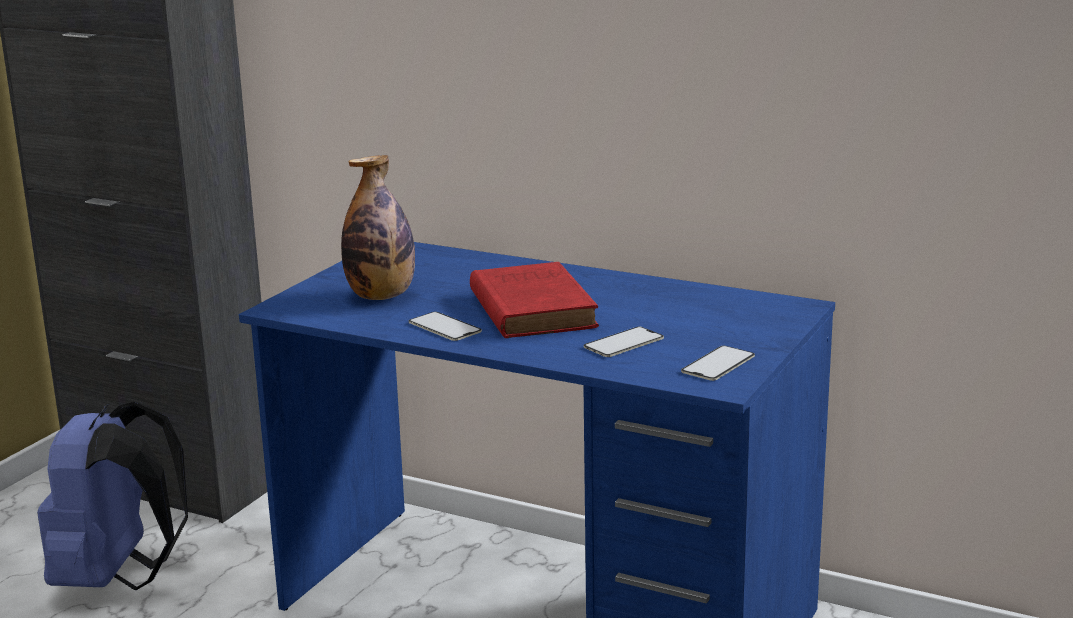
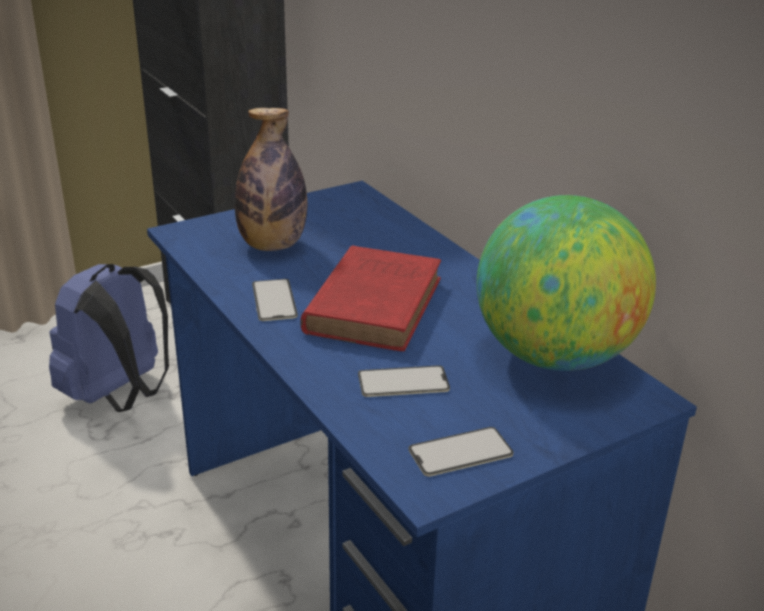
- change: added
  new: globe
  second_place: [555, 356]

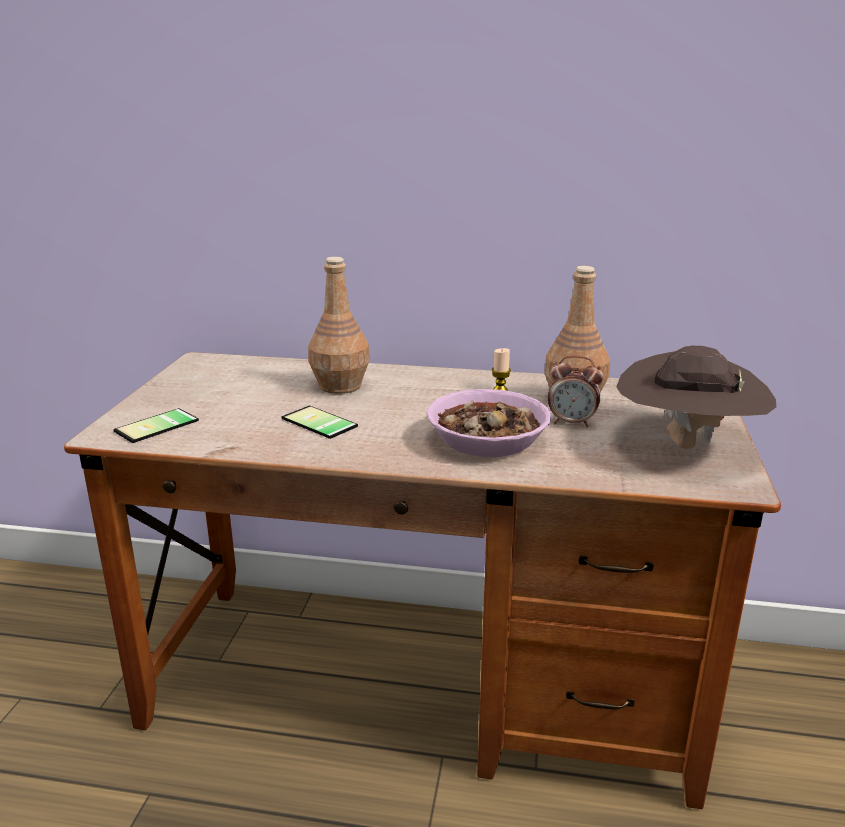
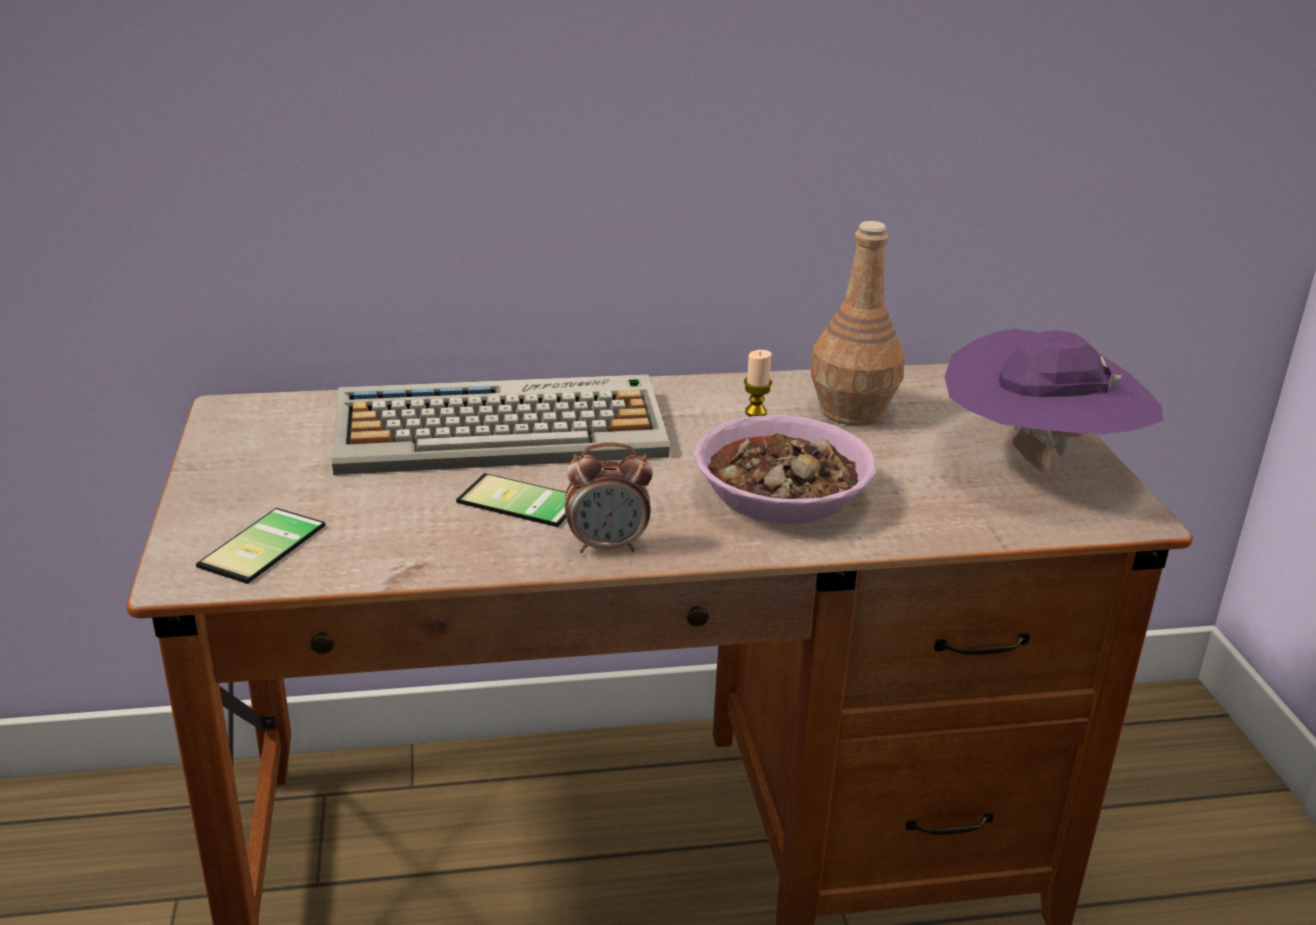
- change: replaced
  old: brown bottle
  new: keyboard
  first_place: [341, 386]
  second_place: [503, 430]
- change: moved
  old: alarm clock
  first_place: [572, 422]
  second_place: [607, 546]
- change: recoloured
  old: brown hat
  new: purple hat
  first_place: [686, 446]
  second_place: [1036, 466]

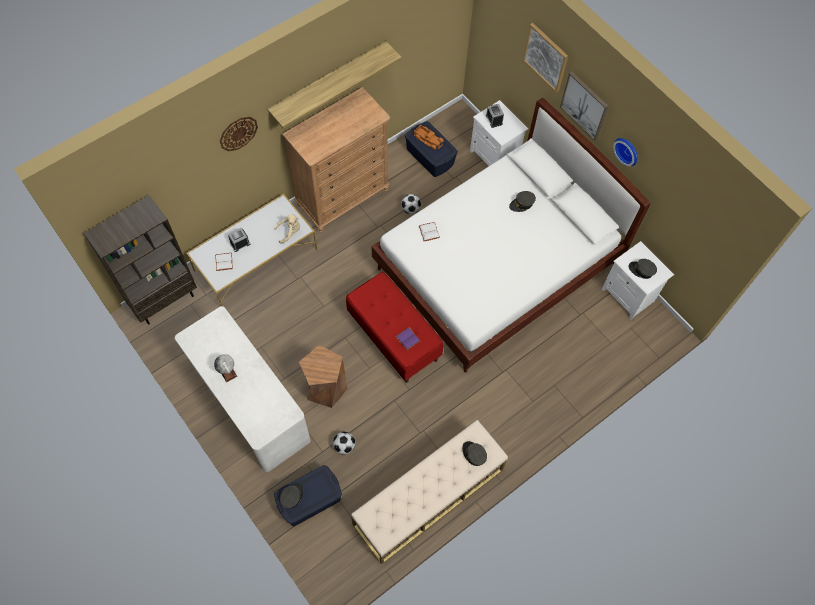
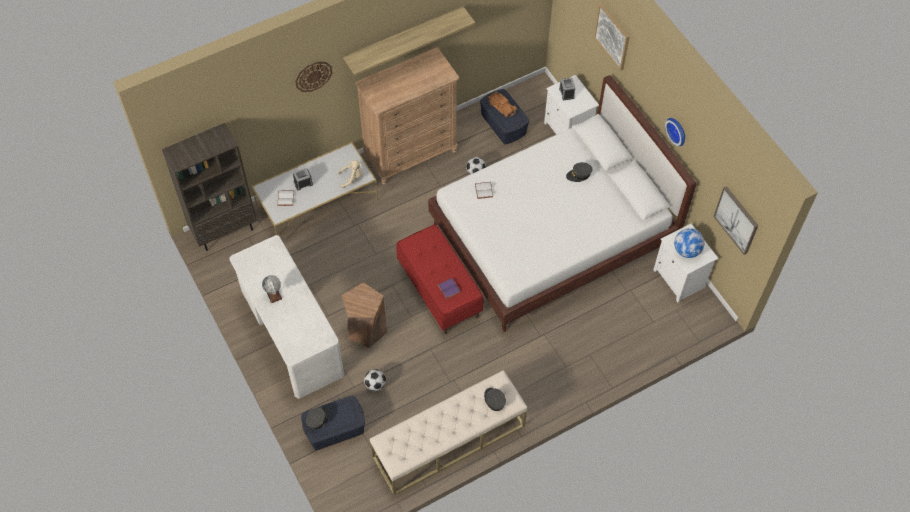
- change: replaced
  old: grey cap
  new: globe
  first_place: [641, 270]
  second_place: [686, 250]
- change: moved
  old: picture
  first_place: [584, 105]
  second_place: [736, 220]

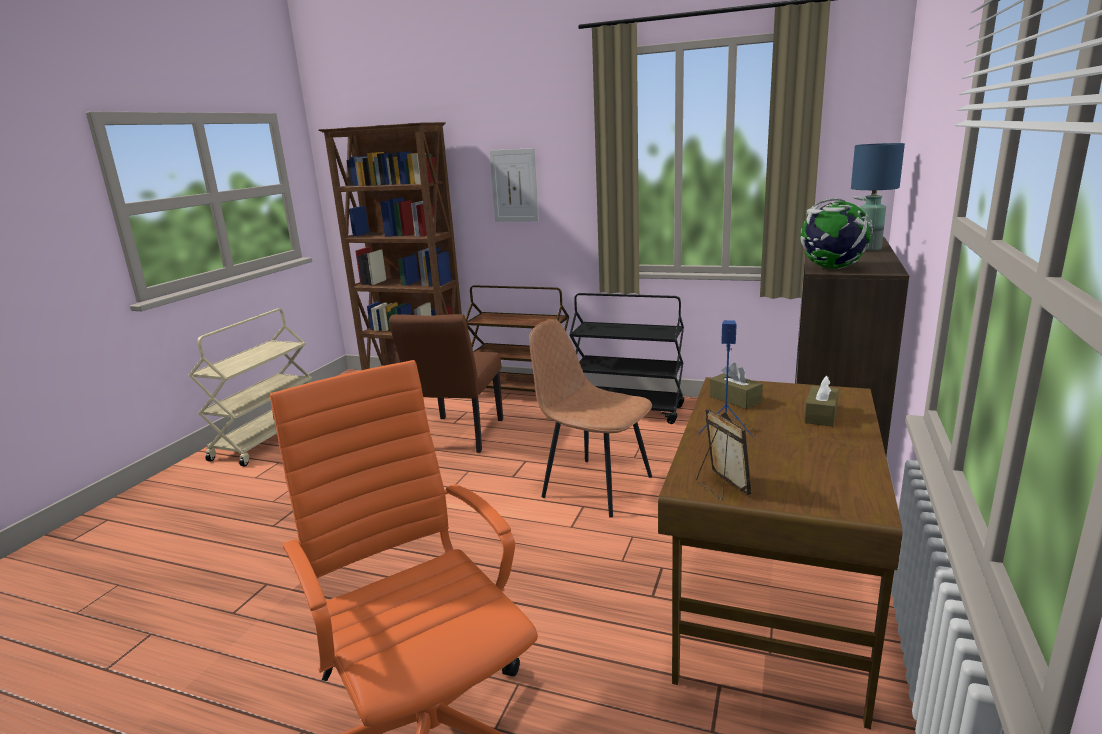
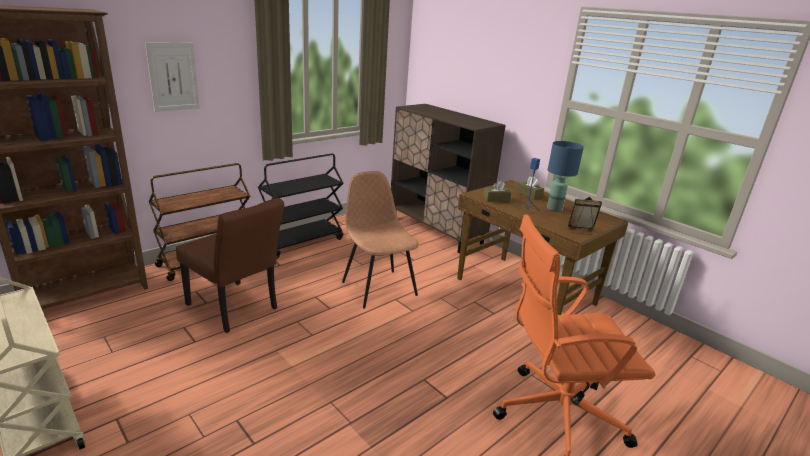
- change: turned
  old: brown chair
  first_place: [595, 486]
  second_place: [378, 287]
  degrees: 90
- change: moved
  old: blue table lamp
  first_place: [869, 249]
  second_place: [555, 209]
- change: removed
  old: globe
  first_place: [832, 268]

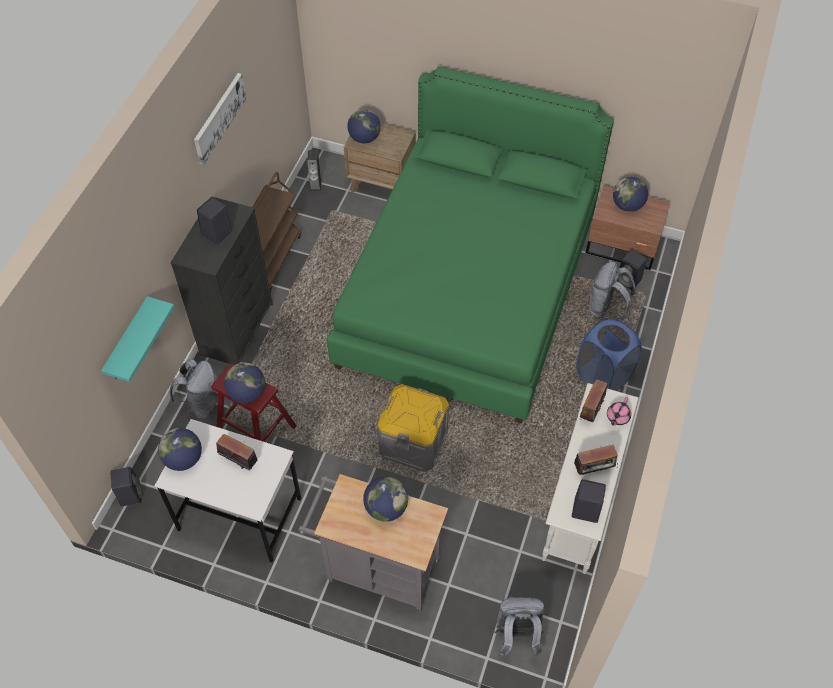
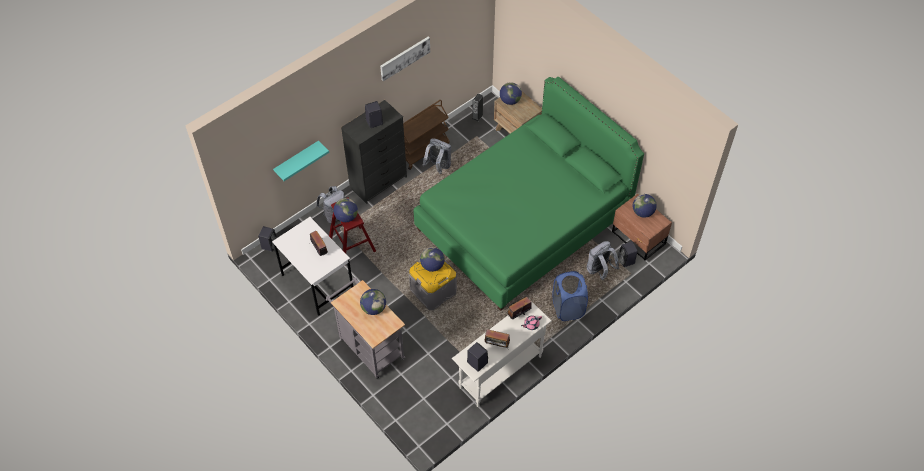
- change: moved
  old: globe
  first_place: [183, 459]
  second_place: [432, 266]
- change: moved
  old: grey backpack
  first_place: [516, 636]
  second_place: [438, 166]

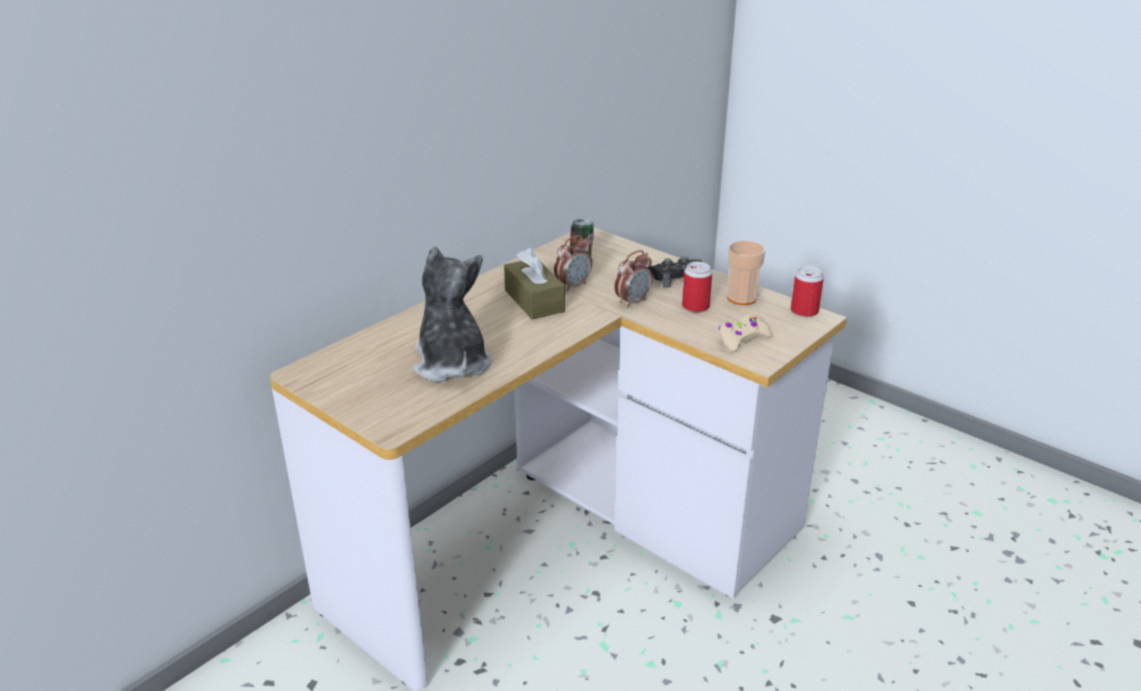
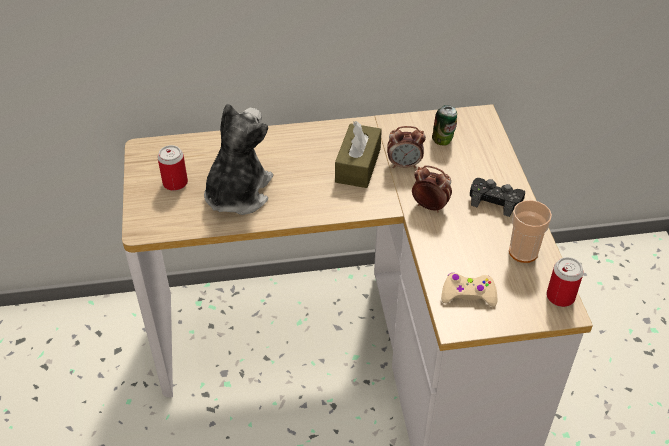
- change: moved
  old: can
  first_place: [695, 307]
  second_place: [175, 183]
- change: turned
  old: alarm clock
  first_place: [633, 302]
  second_place: [429, 206]
  degrees: -150

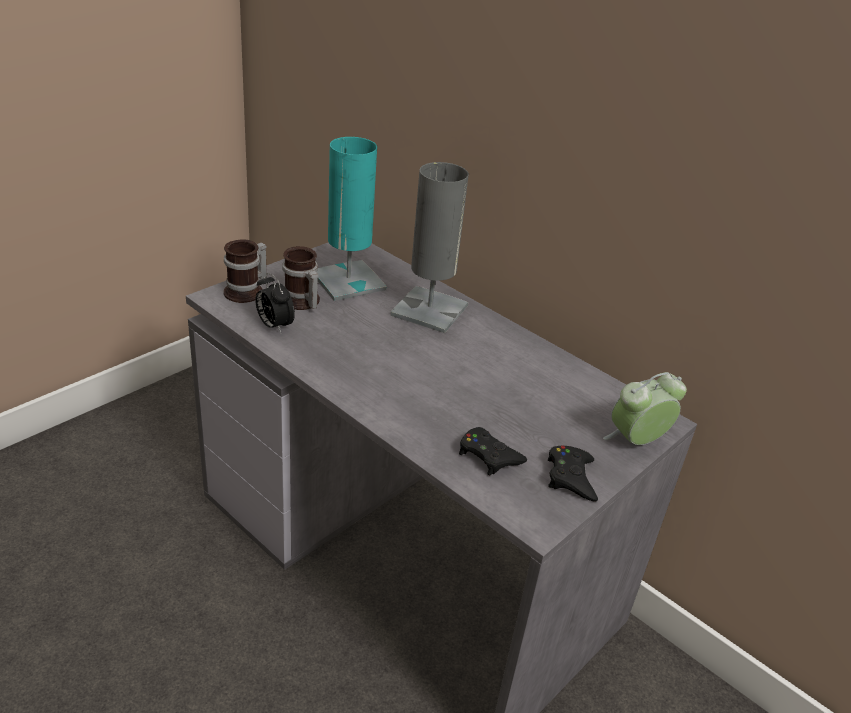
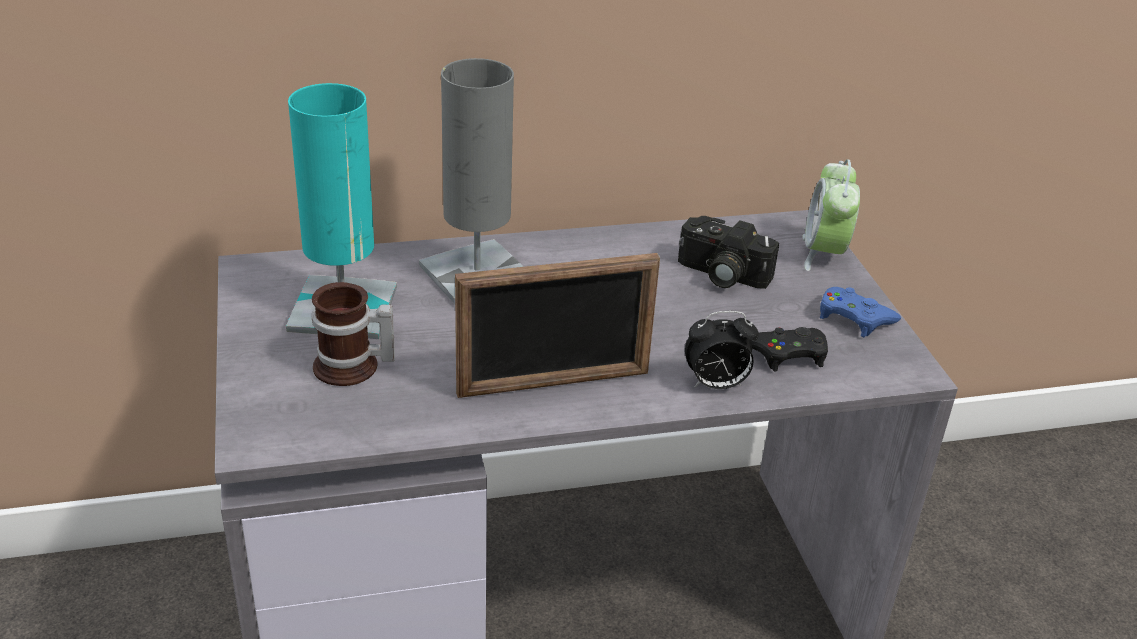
- change: added
  new: picture frame
  second_place: [554, 384]
- change: added
  new: photo camera
  second_place: [720, 275]
- change: moved
  old: alarm clock
  first_place: [274, 326]
  second_place: [715, 385]
- change: recoloured
  old: black game controller
  new: blue game controller
  first_place: [571, 477]
  second_place: [854, 318]
- change: removed
  old: mug
  first_place: [247, 291]

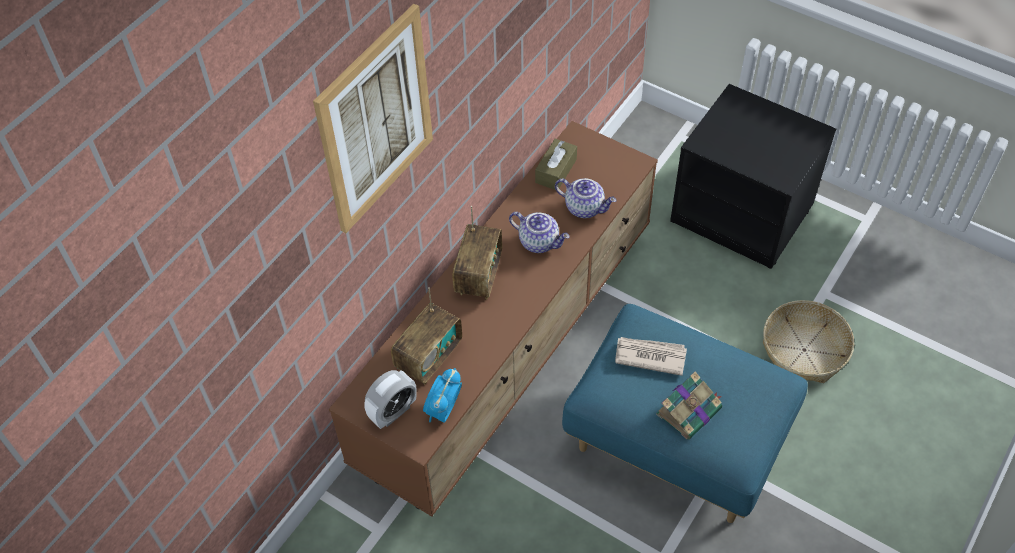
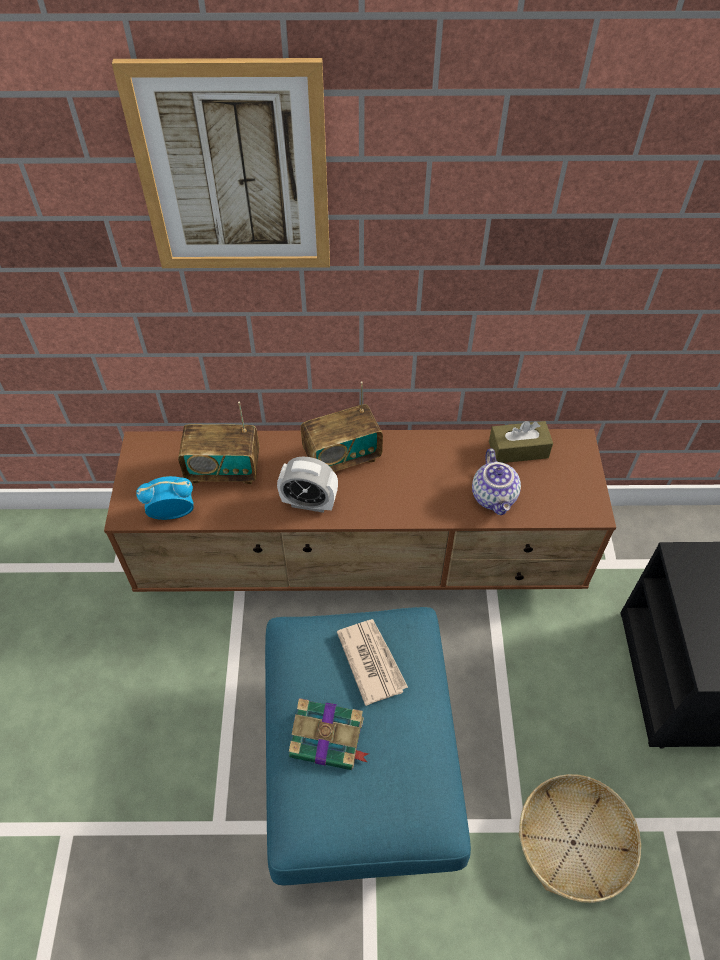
- change: moved
  old: alarm clock
  first_place: [393, 412]
  second_place: [309, 503]
- change: removed
  old: teapot
  first_place: [539, 241]

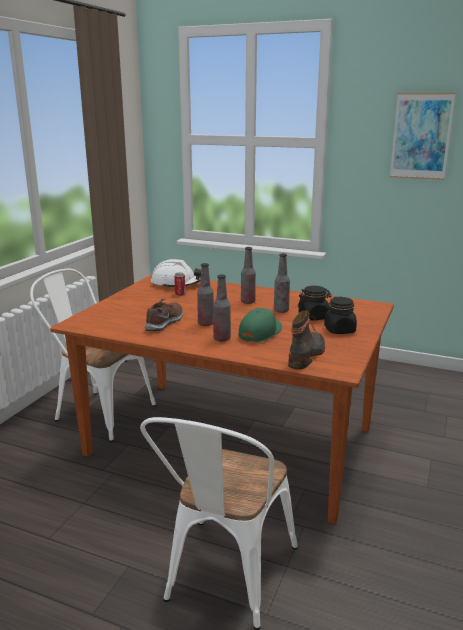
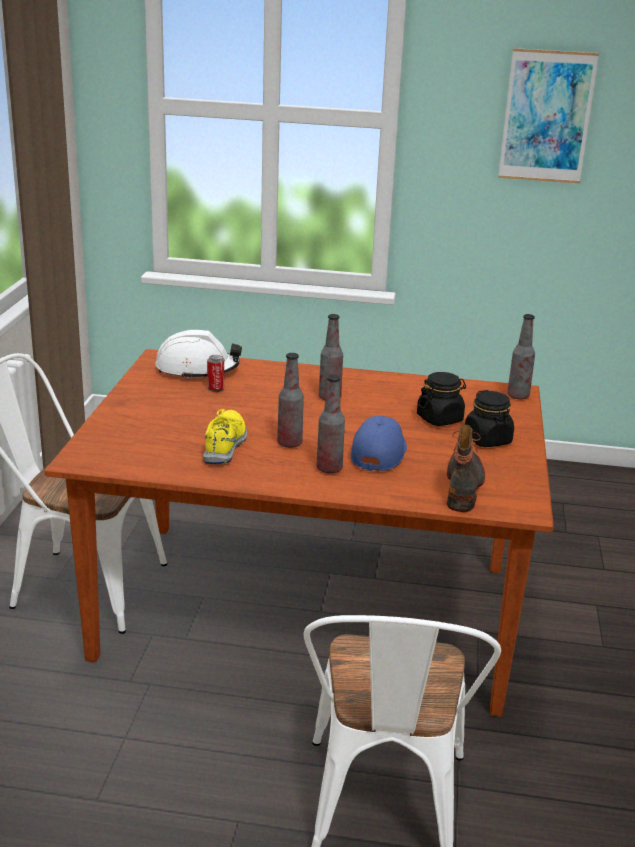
- change: recoloured
  old: brown shoe
  new: yellow shoe
  first_place: [165, 322]
  second_place: [225, 445]
- change: recoloured
  old: green cap
  new: blue cap
  first_place: [260, 332]
  second_place: [379, 453]
- change: moved
  old: bottle
  first_place: [281, 311]
  second_place: [518, 396]

